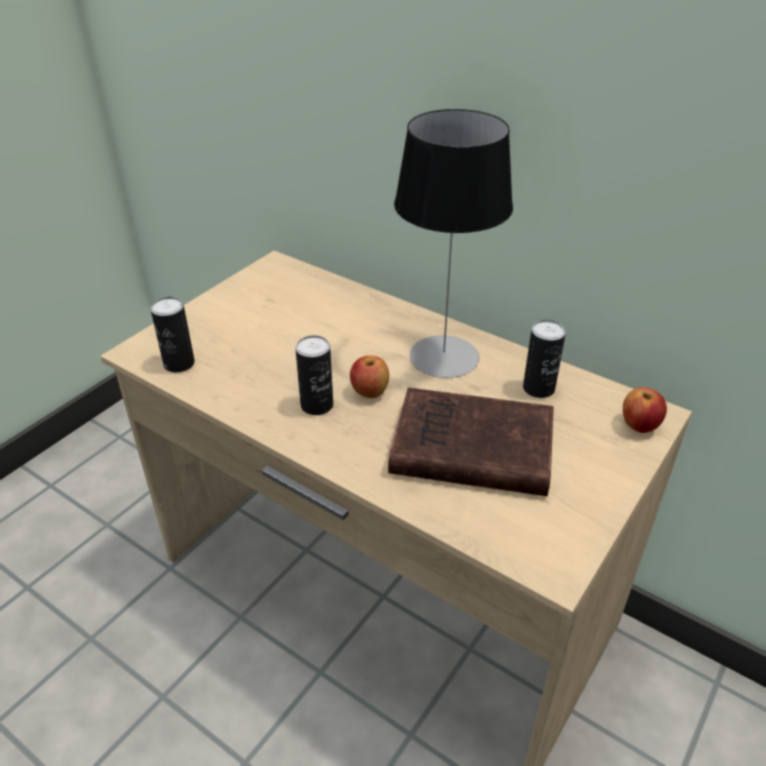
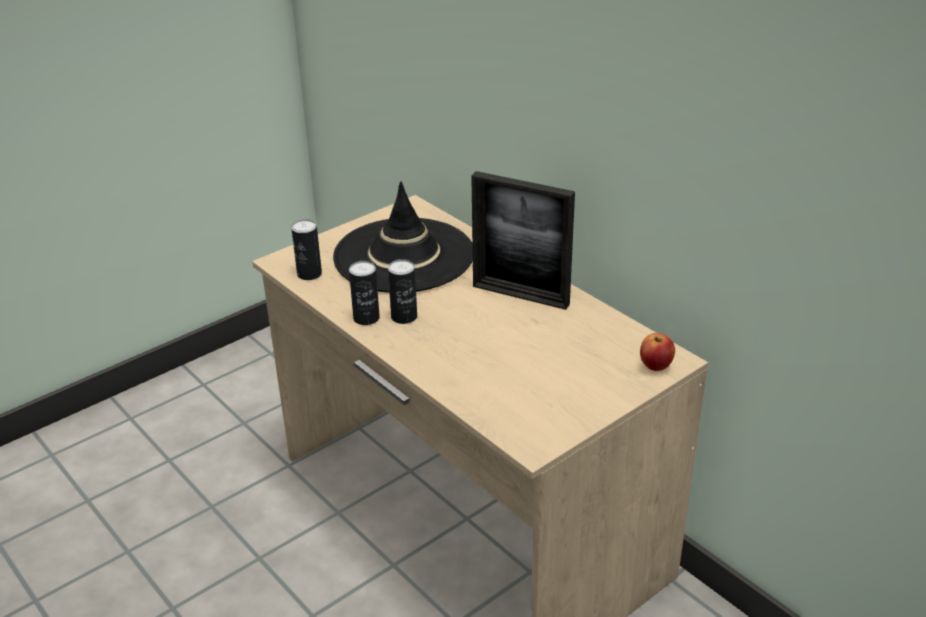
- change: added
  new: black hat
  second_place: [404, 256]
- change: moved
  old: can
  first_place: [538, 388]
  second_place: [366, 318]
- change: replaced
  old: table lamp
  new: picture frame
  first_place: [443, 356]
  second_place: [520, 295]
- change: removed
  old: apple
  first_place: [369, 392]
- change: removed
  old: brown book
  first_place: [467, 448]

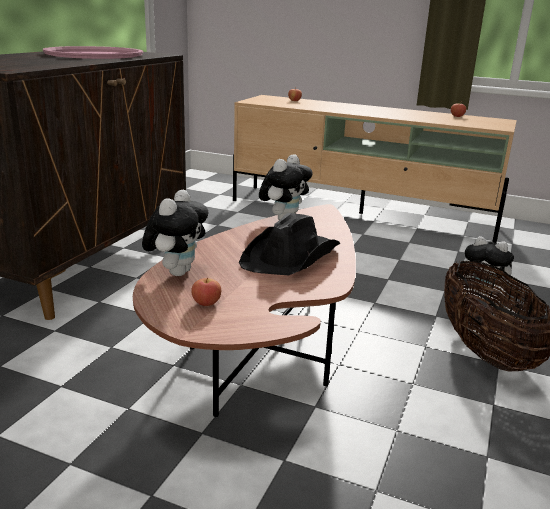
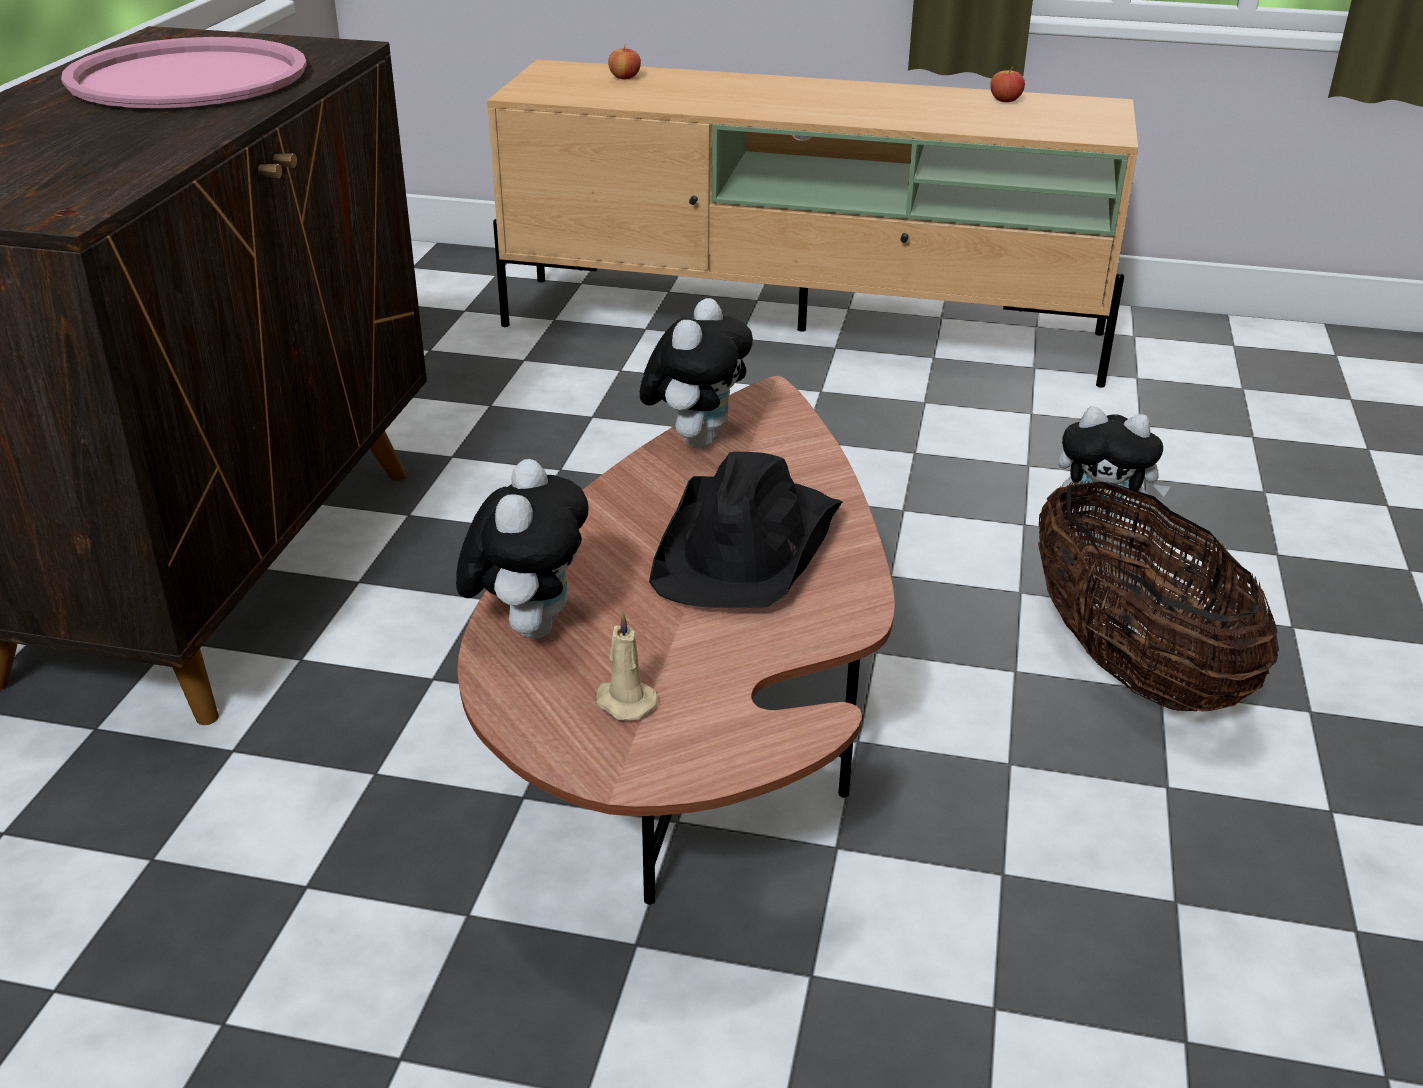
- change: replaced
  old: apple
  new: beige candle
  first_place: [206, 303]
  second_place: [623, 702]

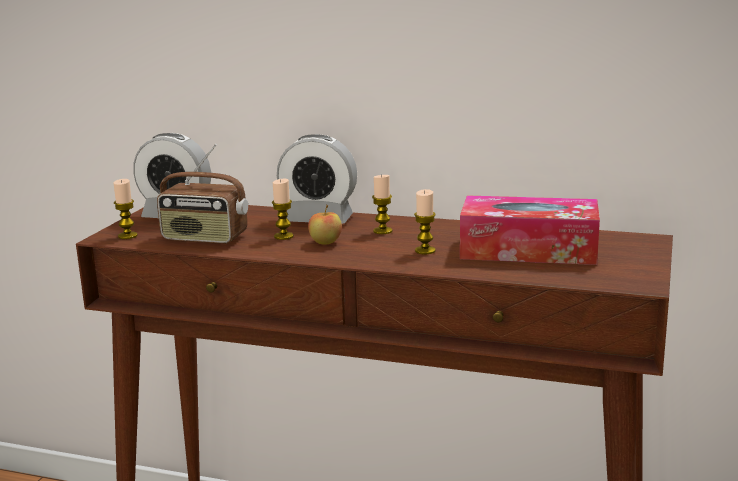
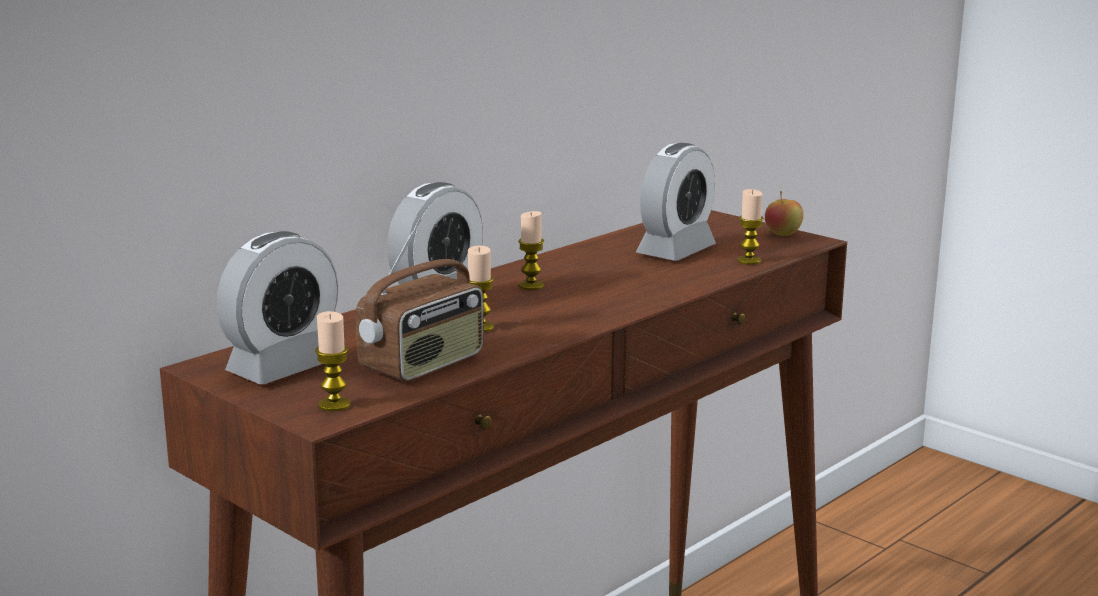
- change: replaced
  old: tissue box
  new: alarm clock
  first_place: [528, 250]
  second_place: [676, 251]
- change: moved
  old: candle
  first_place: [425, 251]
  second_place: [749, 261]
- change: moved
  old: apple
  first_place: [325, 242]
  second_place: [782, 234]

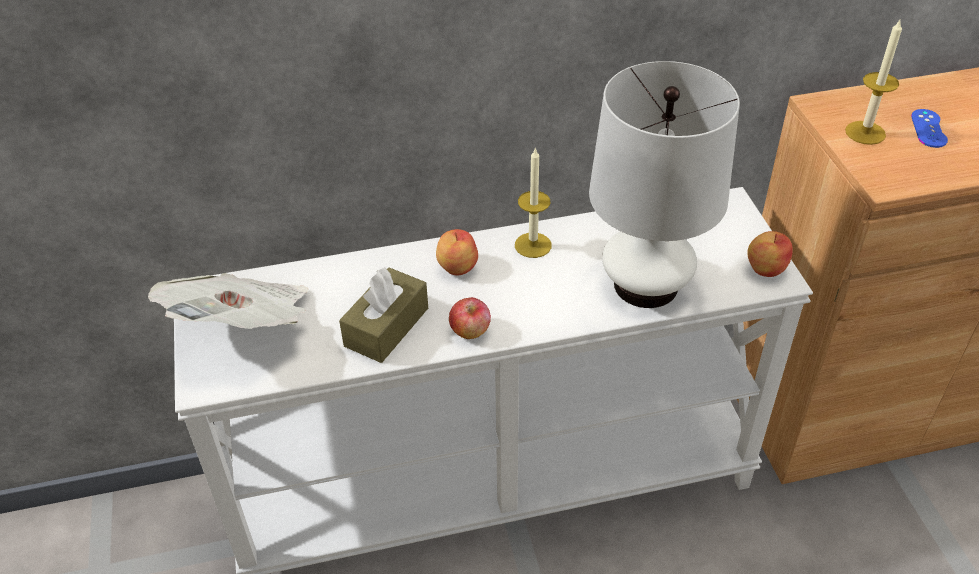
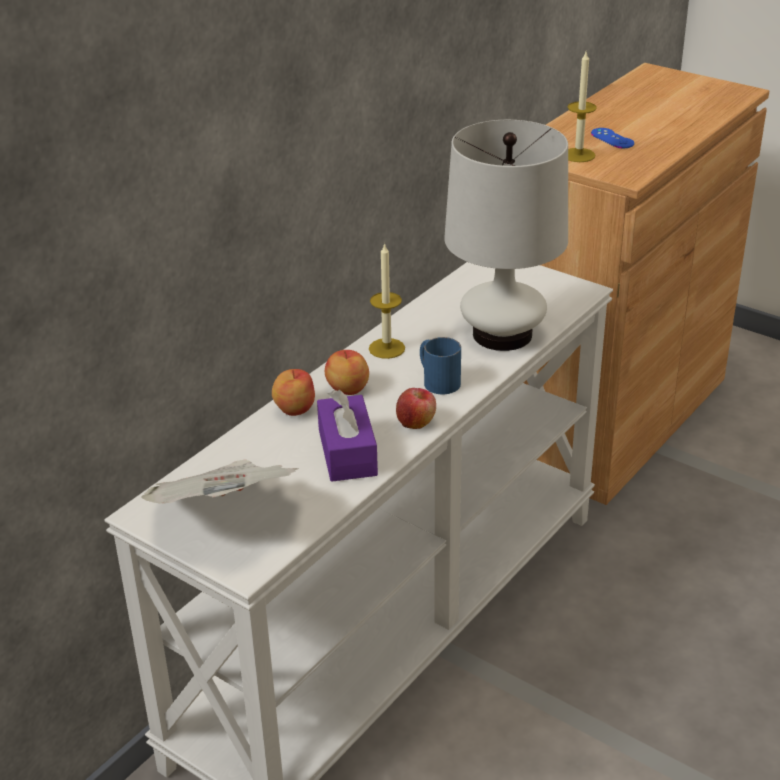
- change: moved
  old: apple
  first_place: [766, 268]
  second_place: [294, 408]
- change: recoloured
  old: brown tissue box
  new: purple tissue box
  first_place: [386, 327]
  second_place: [347, 452]
- change: added
  new: blue mug
  second_place: [437, 380]

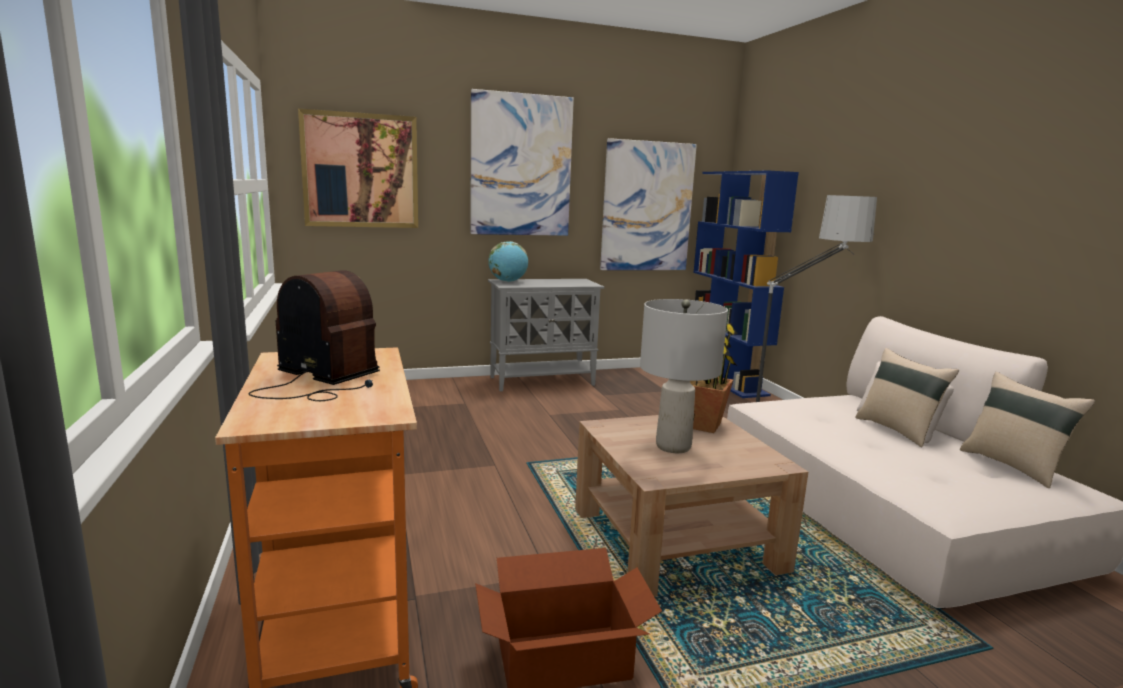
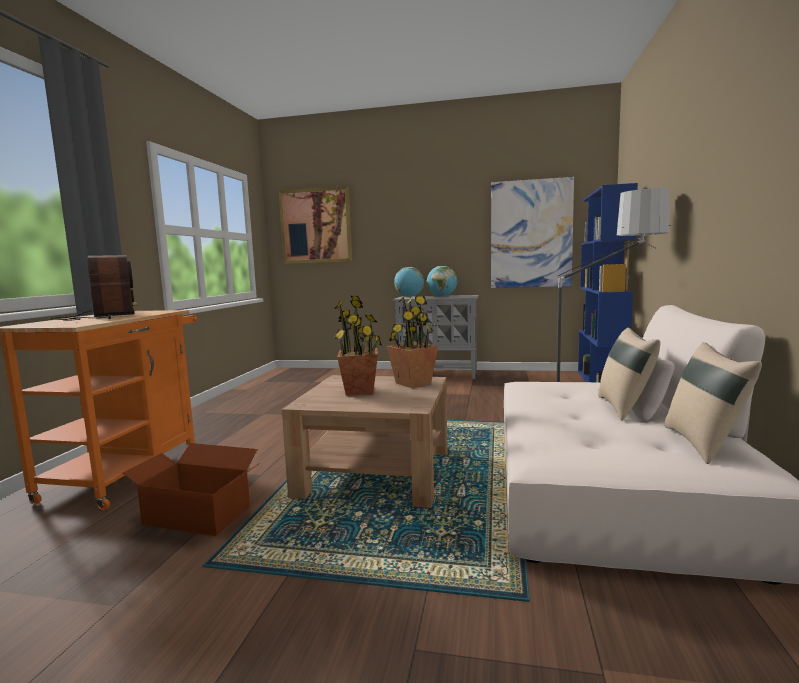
- change: replaced
  old: grey table lamp
  new: potted plant
  first_place: [672, 446]
  second_place: [360, 391]
- change: added
  new: globe
  second_place: [442, 296]
- change: removed
  old: picture
  first_place: [521, 166]

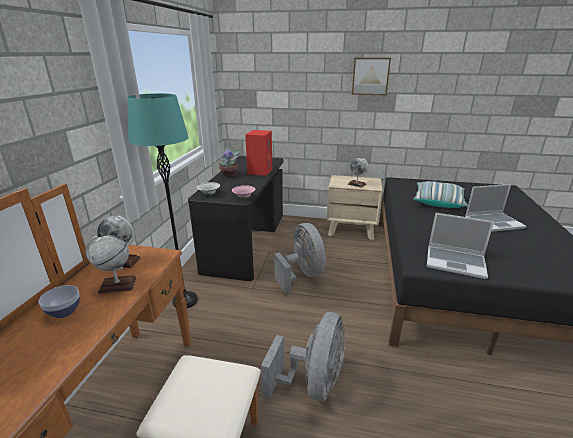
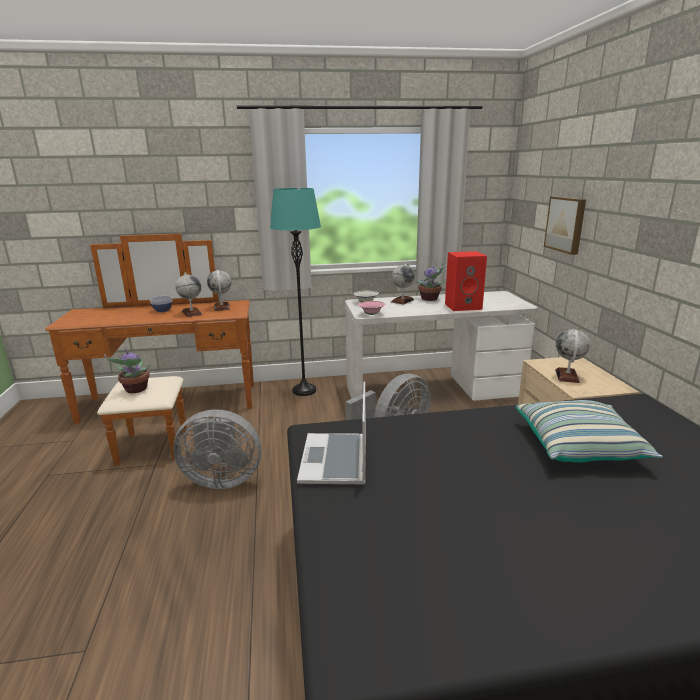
- change: added
  new: potted plant
  second_place: [135, 390]
- change: recoloured
  old: black desk
  new: white desk
  first_place: [246, 241]
  second_place: [433, 390]
- change: added
  new: globe
  second_place: [402, 301]
- change: moved
  old: picture
  first_place: [370, 76]
  second_place: [566, 224]
- change: removed
  old: laptop
  first_place: [494, 222]

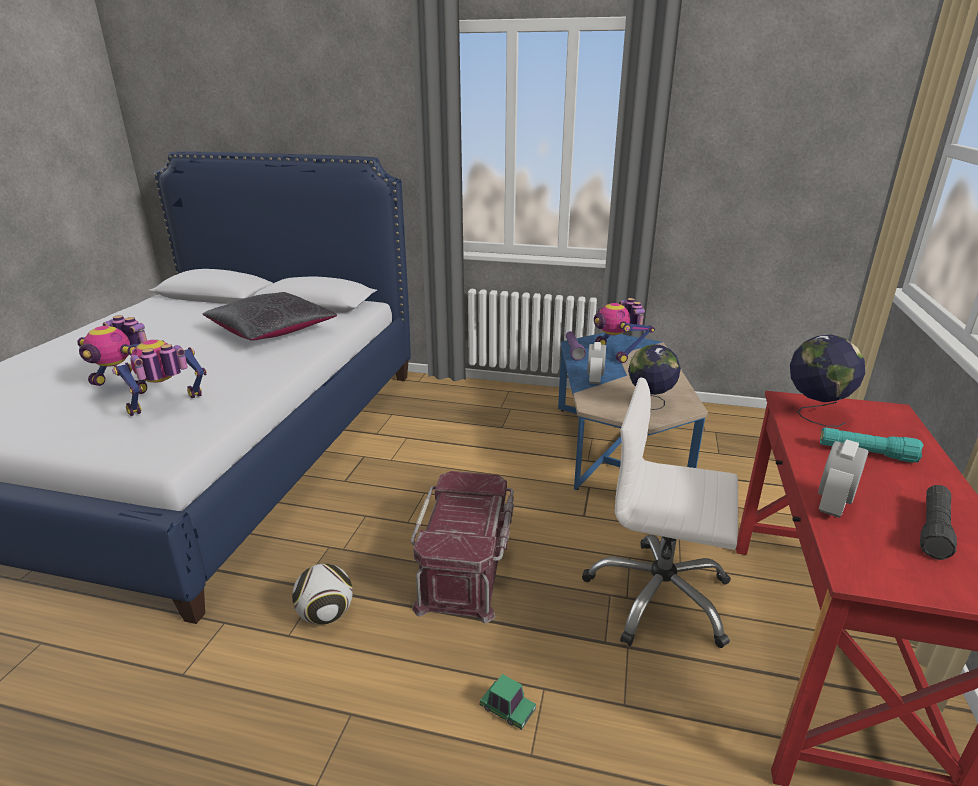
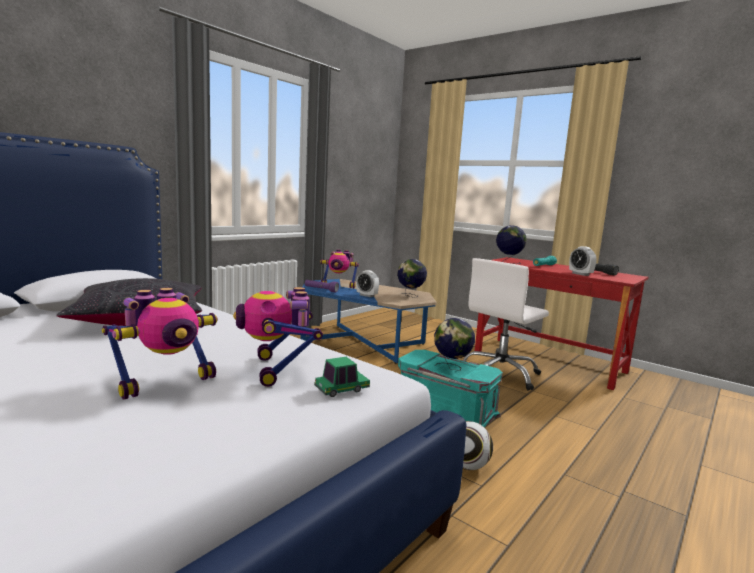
- change: moved
  old: toy car
  first_place: [507, 709]
  second_place: [341, 389]
- change: recoloured
  old: red storage box
  new: turquoise storage box
  first_place: [466, 566]
  second_place: [446, 409]
- change: added
  new: globe
  second_place: [451, 368]

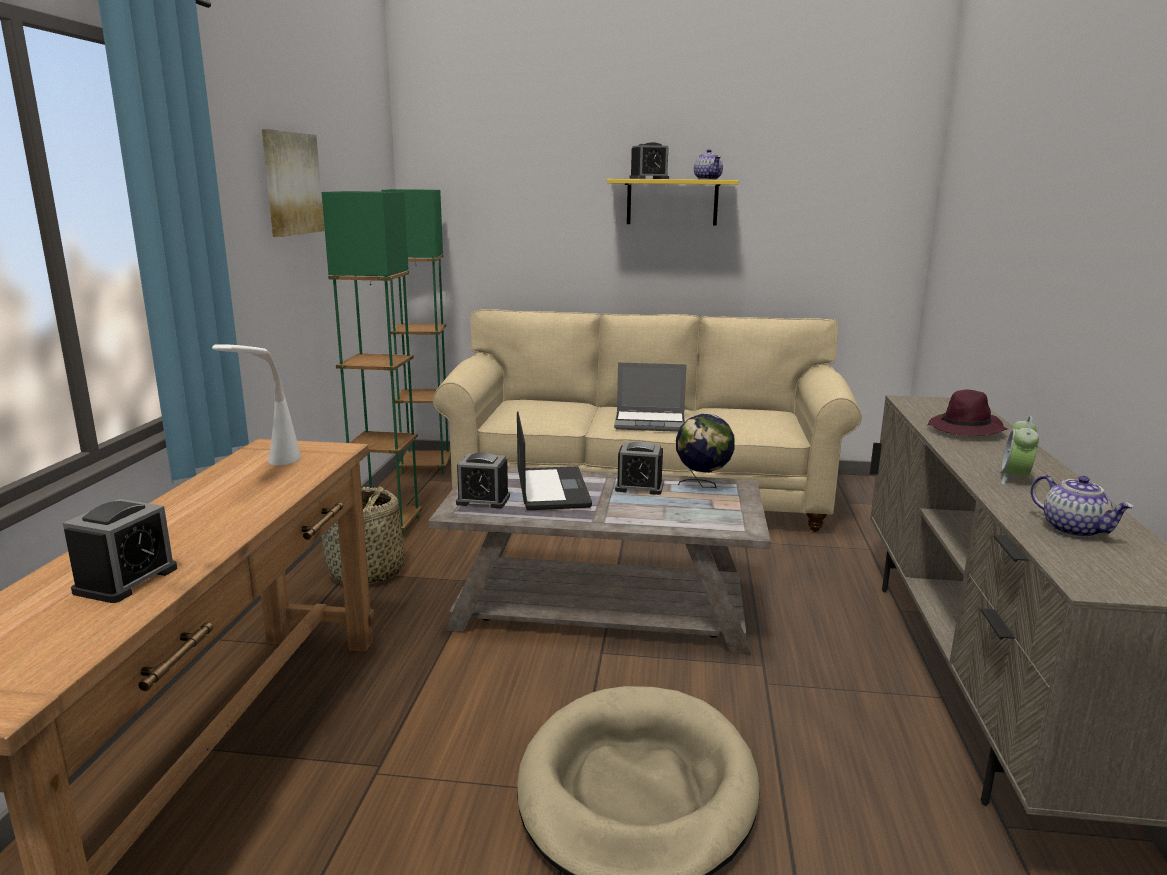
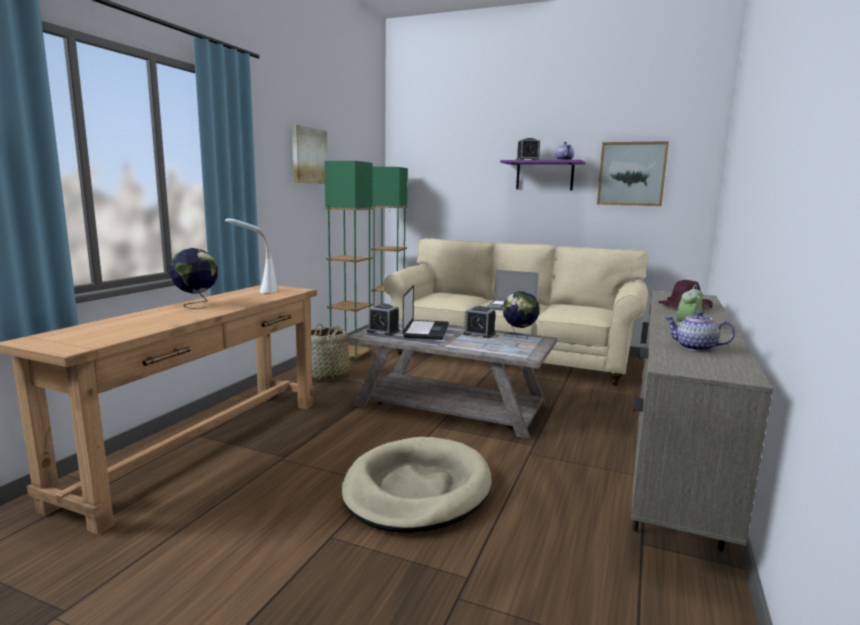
- change: added
  new: globe
  second_place: [196, 305]
- change: recoloured
  old: yellow shelf
  new: purple shelf
  first_place: [672, 202]
  second_place: [544, 175]
- change: added
  new: picture
  second_place: [631, 174]
- change: turned
  old: teapot
  first_place: [1074, 529]
  second_place: [695, 348]
  degrees: 135
- change: removed
  old: alarm clock
  first_place: [126, 580]

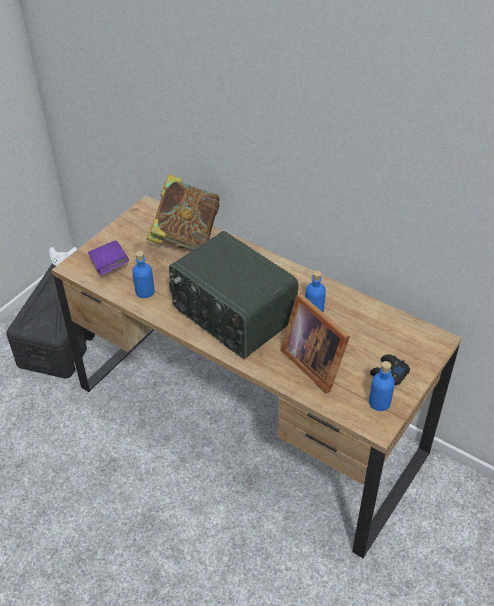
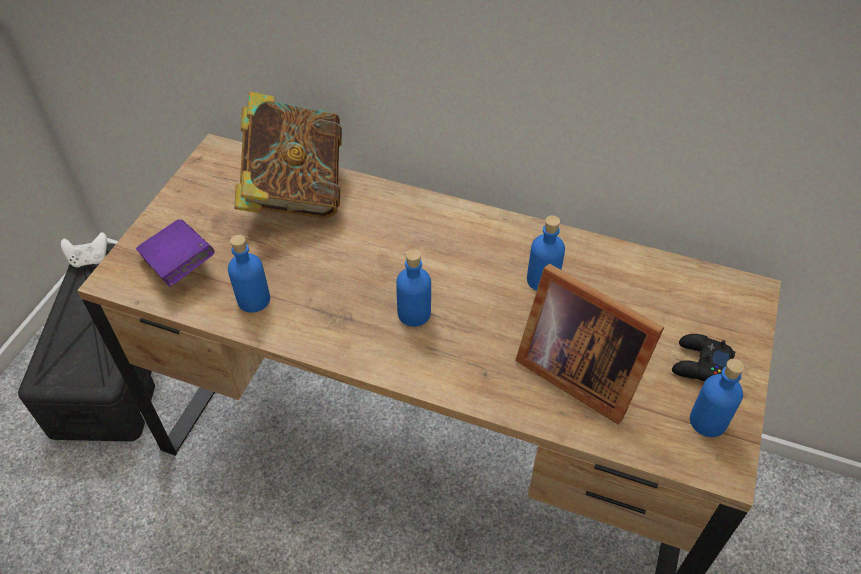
- change: replaced
  old: radio
  new: blue bottle
  first_place: [232, 315]
  second_place: [414, 313]

